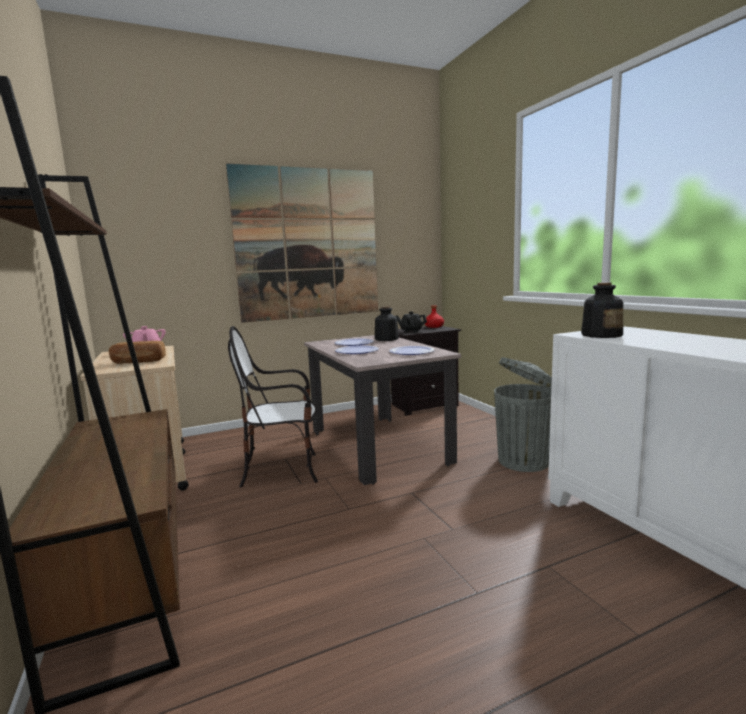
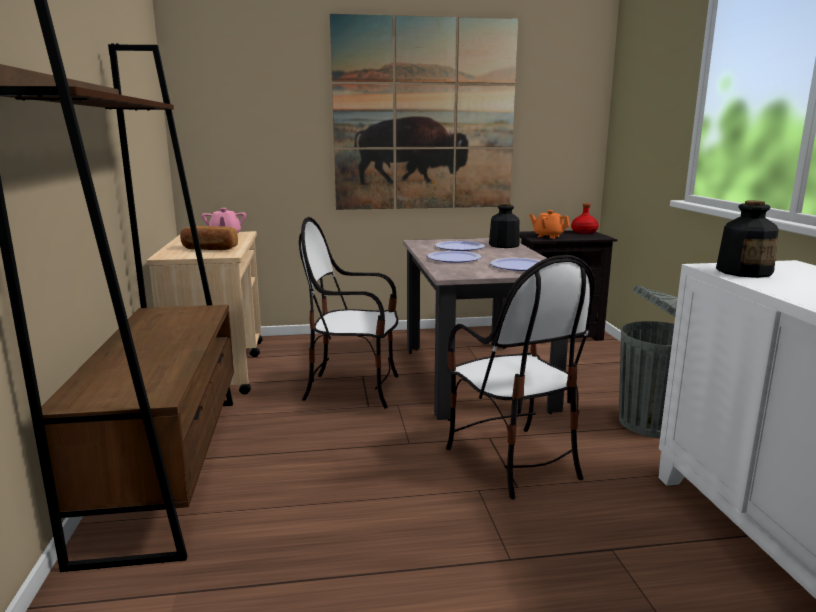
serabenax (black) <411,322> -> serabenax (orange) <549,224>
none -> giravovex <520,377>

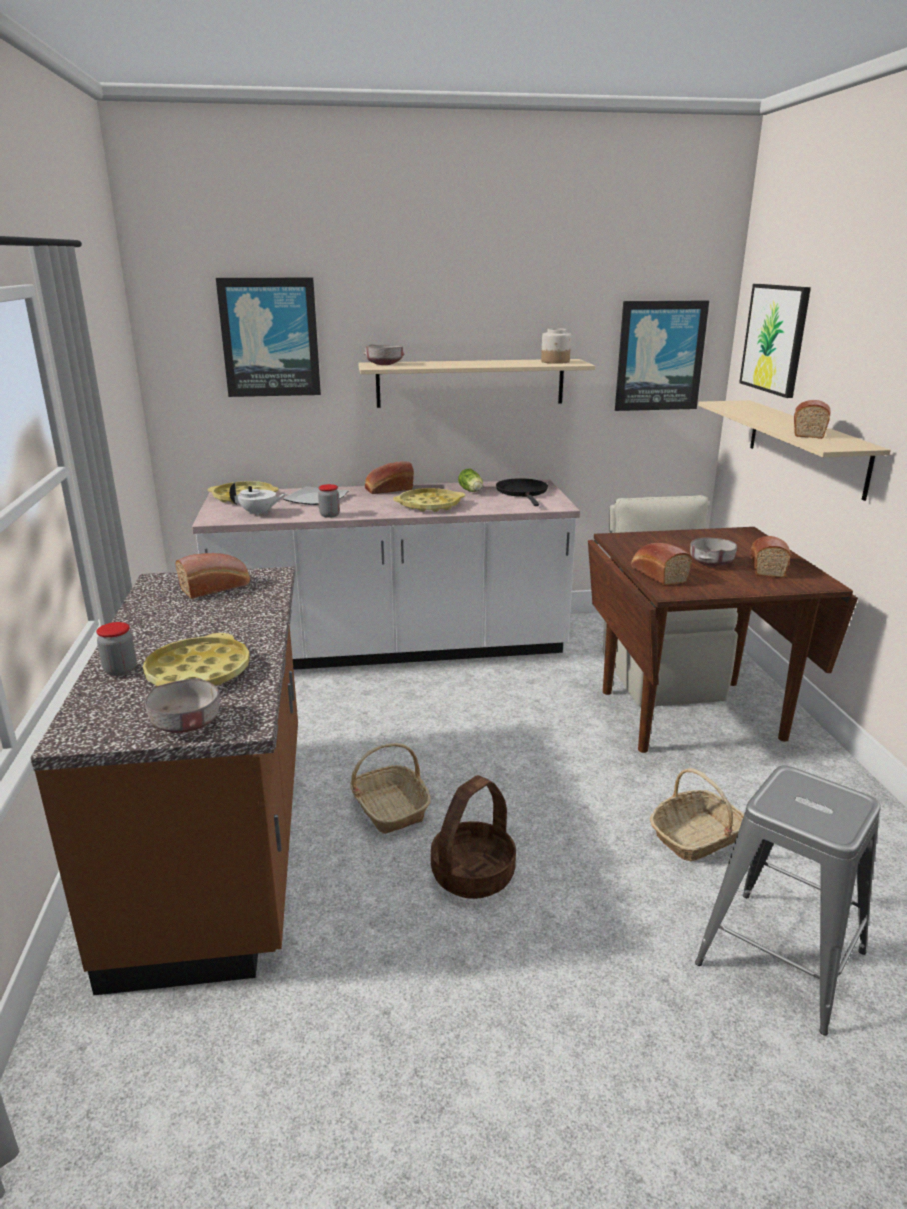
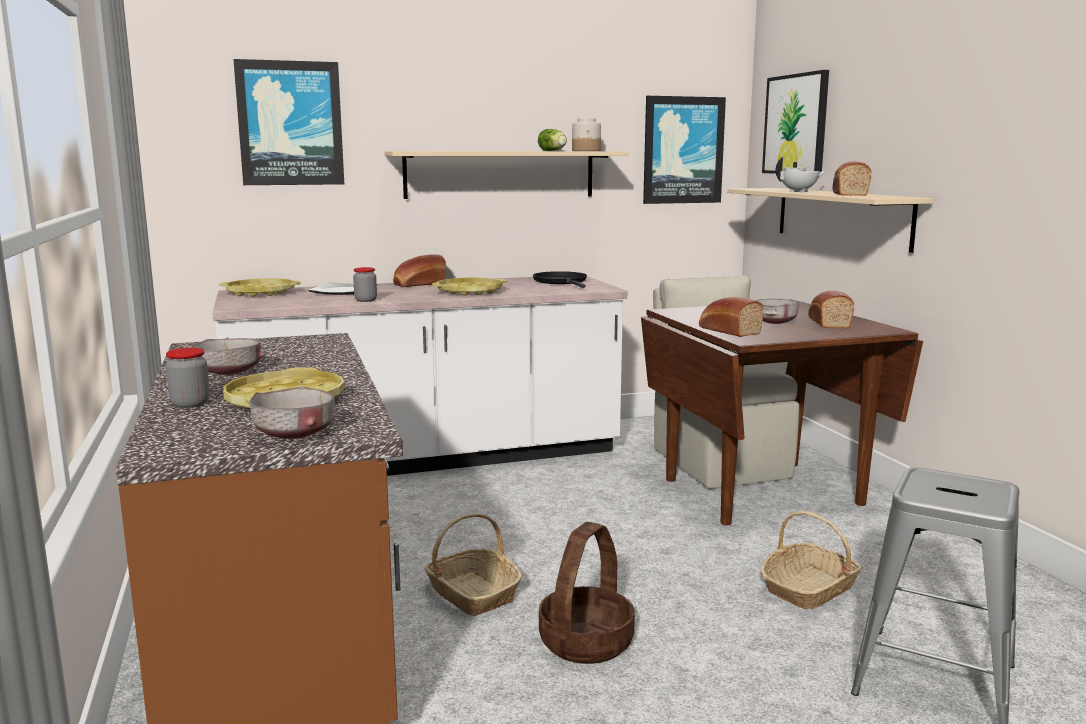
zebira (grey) <384,354> -> zebira (grey) <228,356>, relocated
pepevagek <470,480> -> pepevagek <552,140>, relocated
serabenax (white) <257,499> -> serabenax (white) <800,174>, relocated
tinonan <212,576> -> none

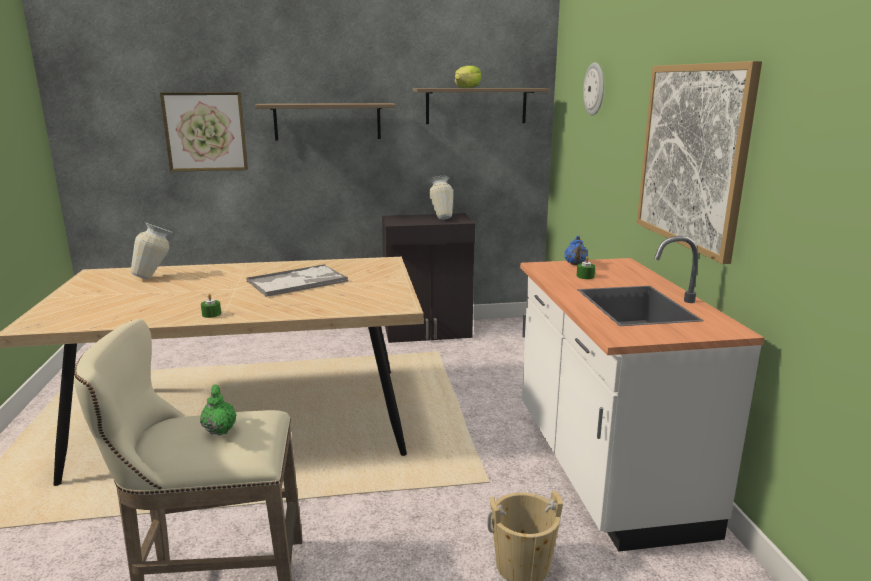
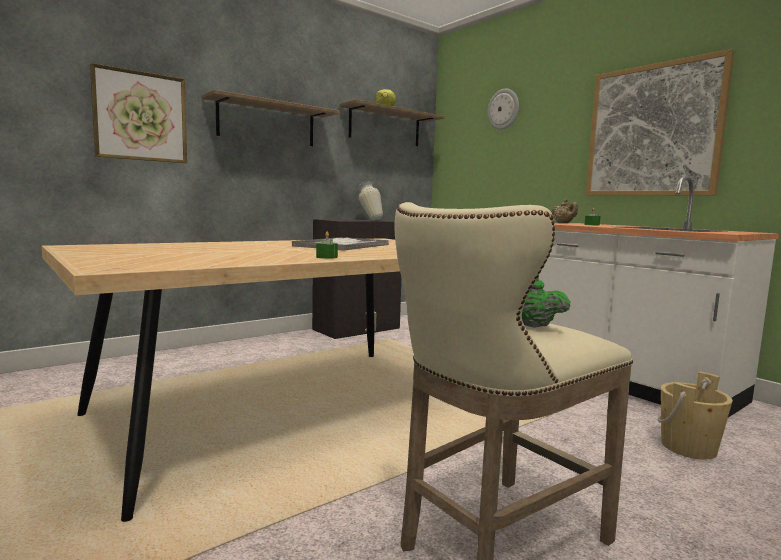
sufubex <152,251> -> none
serabenax (blue) <576,250> -> serabenax (beige) <564,211>

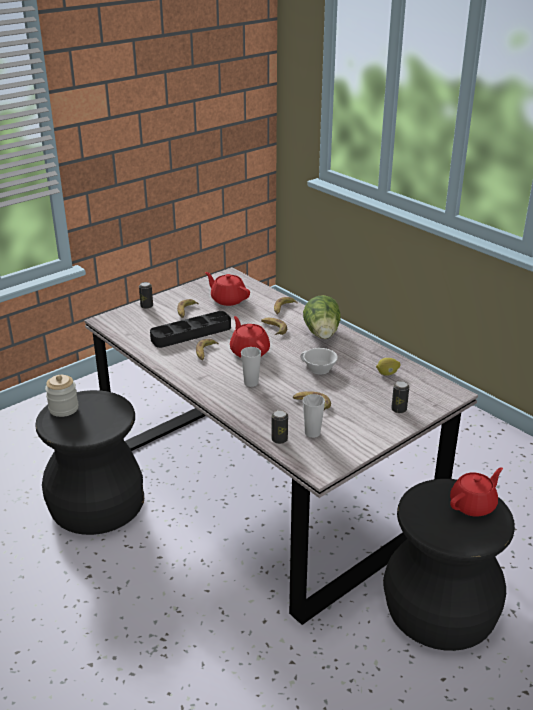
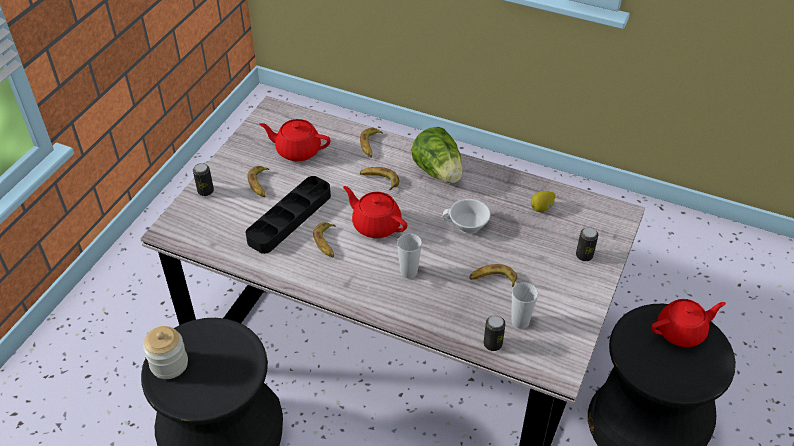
serabenax (red) <476,492> -> serabenax (red) <688,323>, 45 degrees clockwise

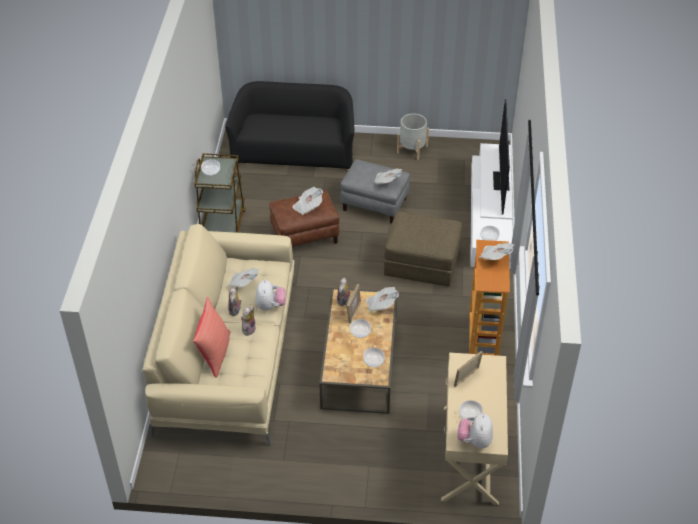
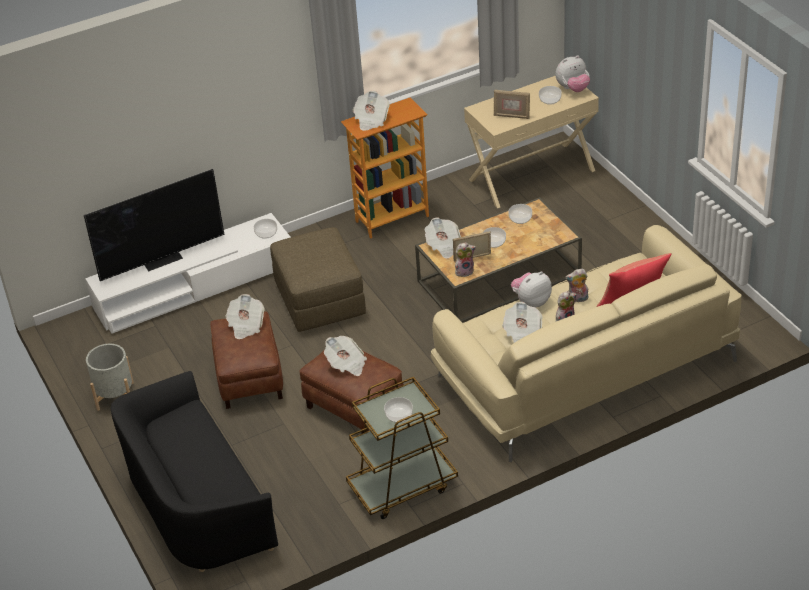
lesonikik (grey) <375,191> -> lesonikik (brown) <246,360>

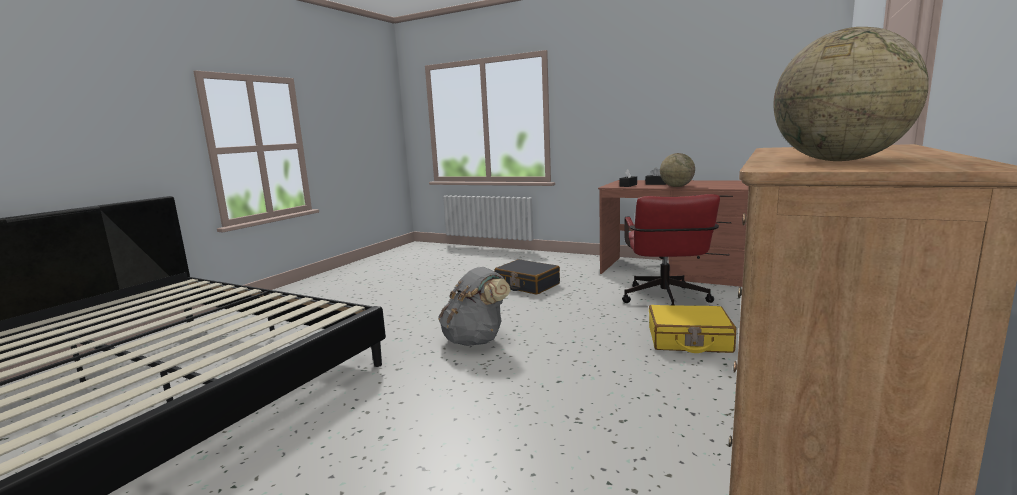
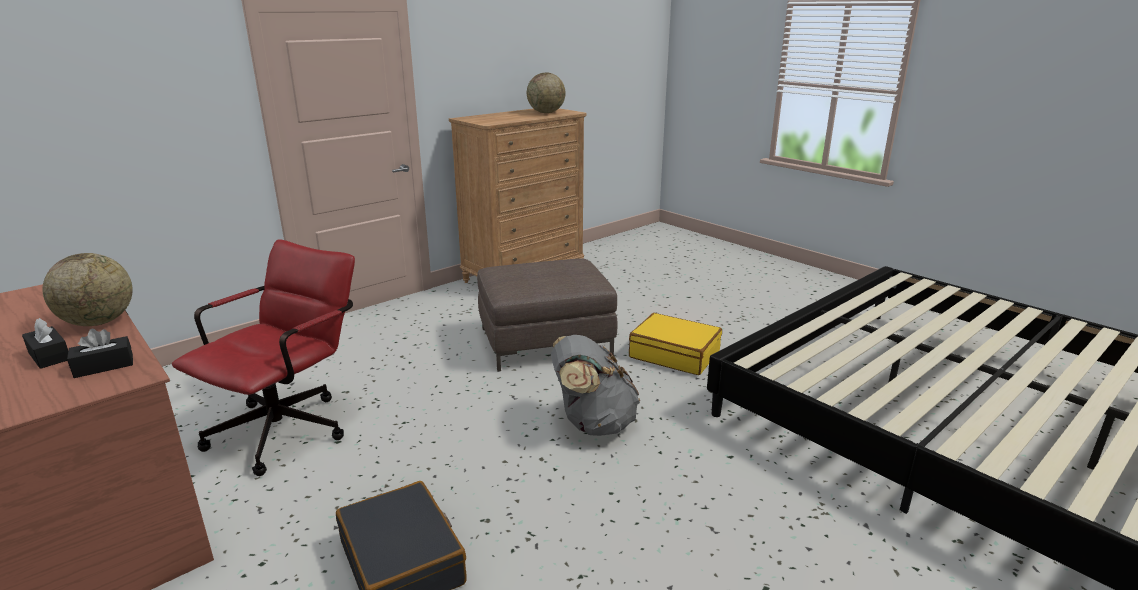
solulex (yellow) <692,329> -> solulex (yellow) <675,344>, relocated
none -> lesonikik (brown) <547,315>

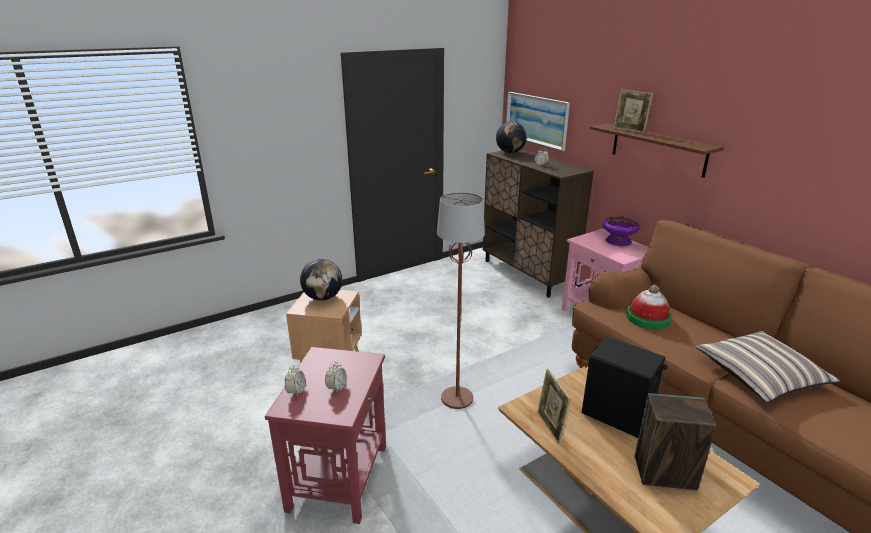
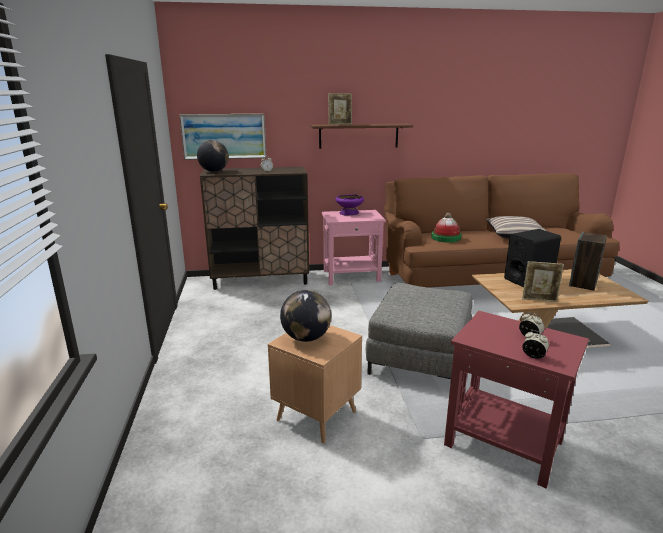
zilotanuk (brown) <461,300> -> lesonikik (grey) <419,331>

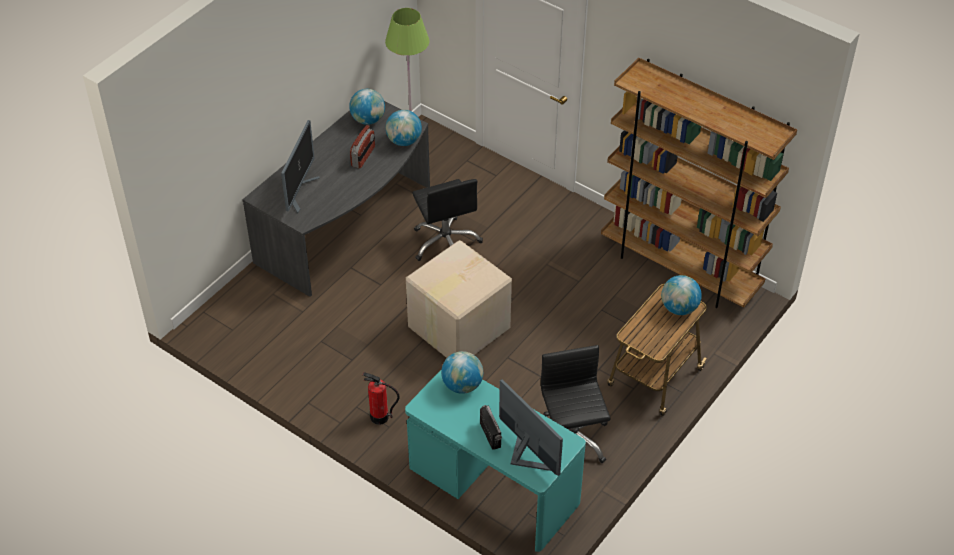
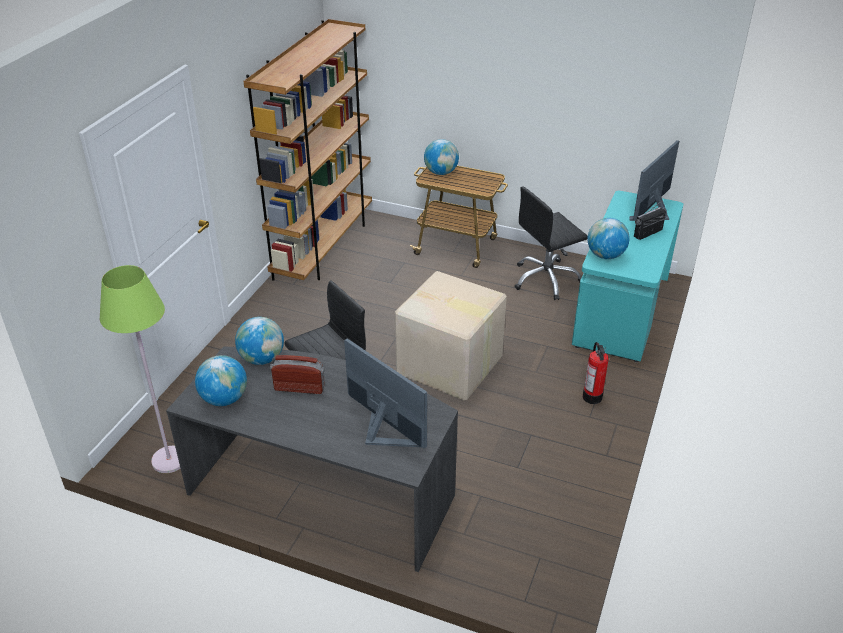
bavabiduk <300,167> -> bavabiduk <385,393>, 45 degrees clockwise

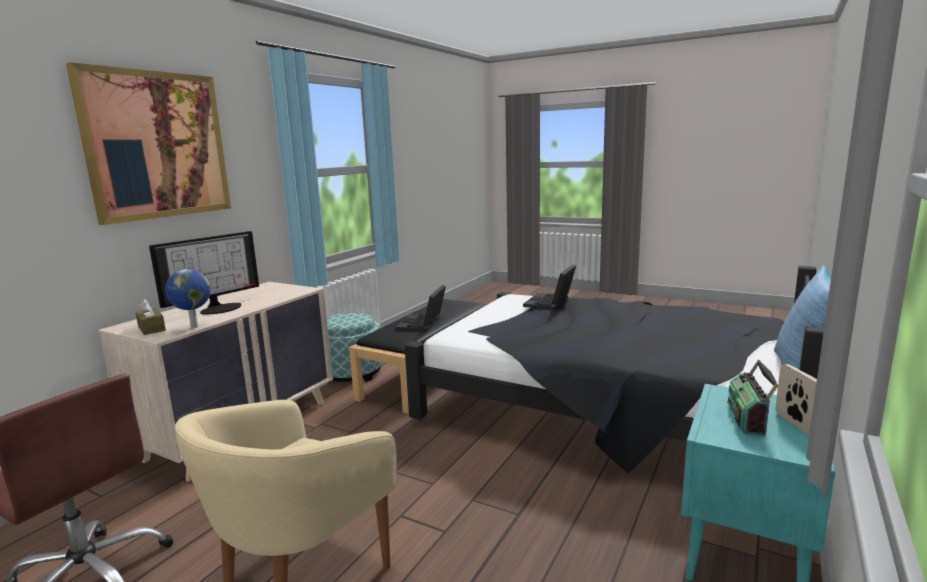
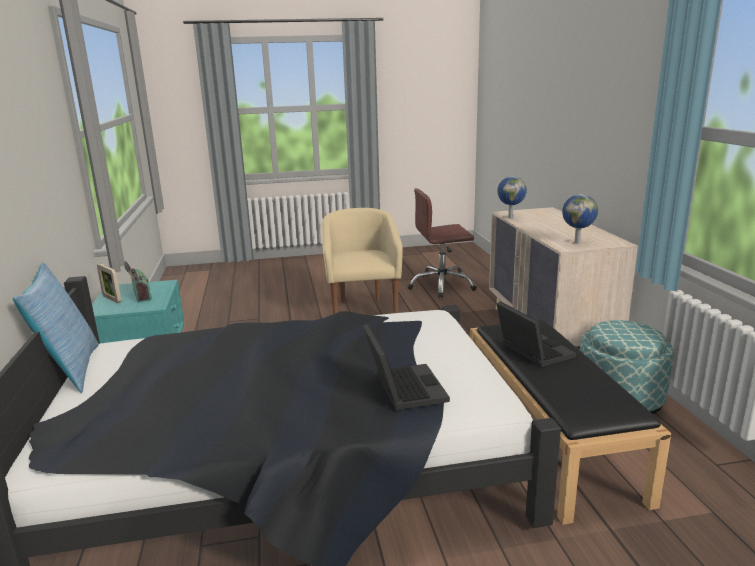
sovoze <148,143> -> none
bavabiduk <204,272> -> none
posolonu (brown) <150,317> -> none
none -> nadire <580,219>

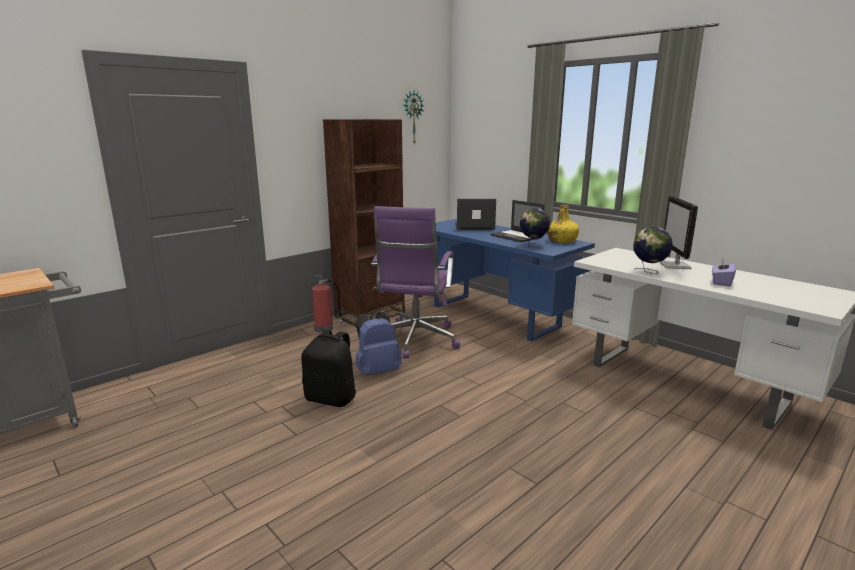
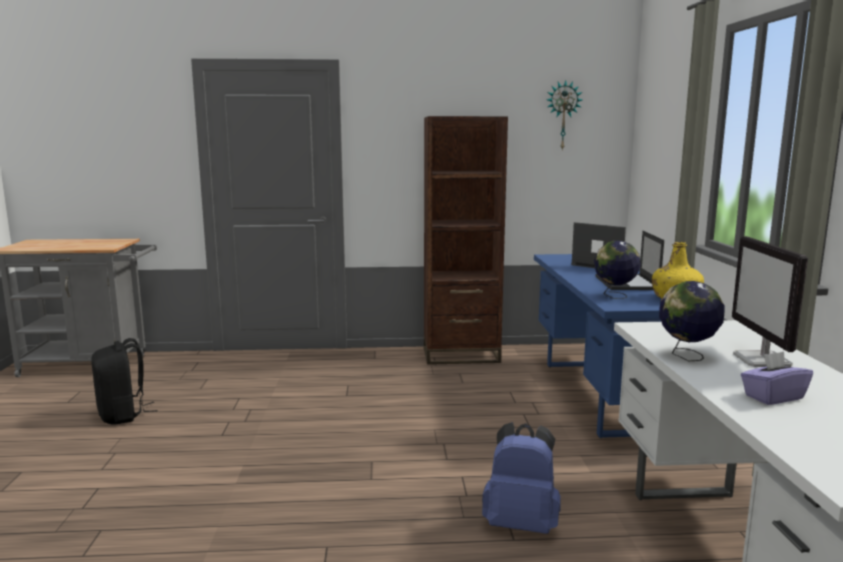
bavabiduk <679,232> -> bavabiduk <770,301>, 45 degrees counterclockwise
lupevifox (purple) <415,282> -> none
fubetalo <325,303> -> none
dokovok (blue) <379,343> -> dokovok (blue) <521,478>, relocated
dokovok (black) <328,368> -> dokovok (black) <124,381>, relocated

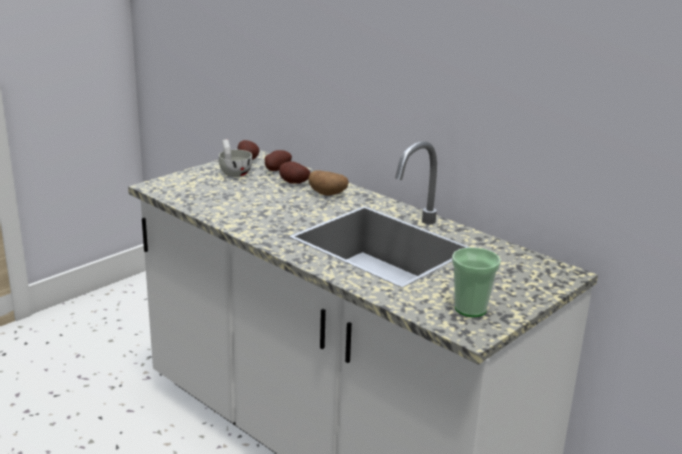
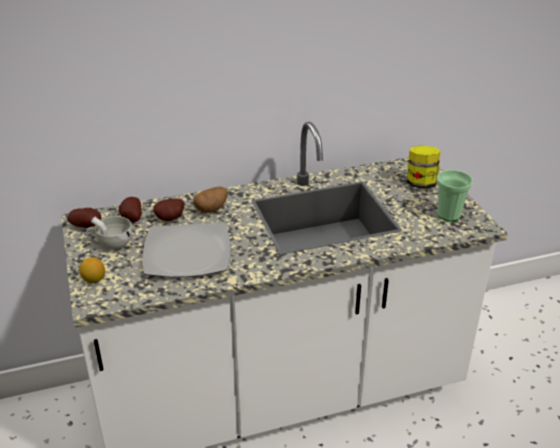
none -> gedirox <424,167>
none -> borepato <186,250>
none -> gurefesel <92,270>

